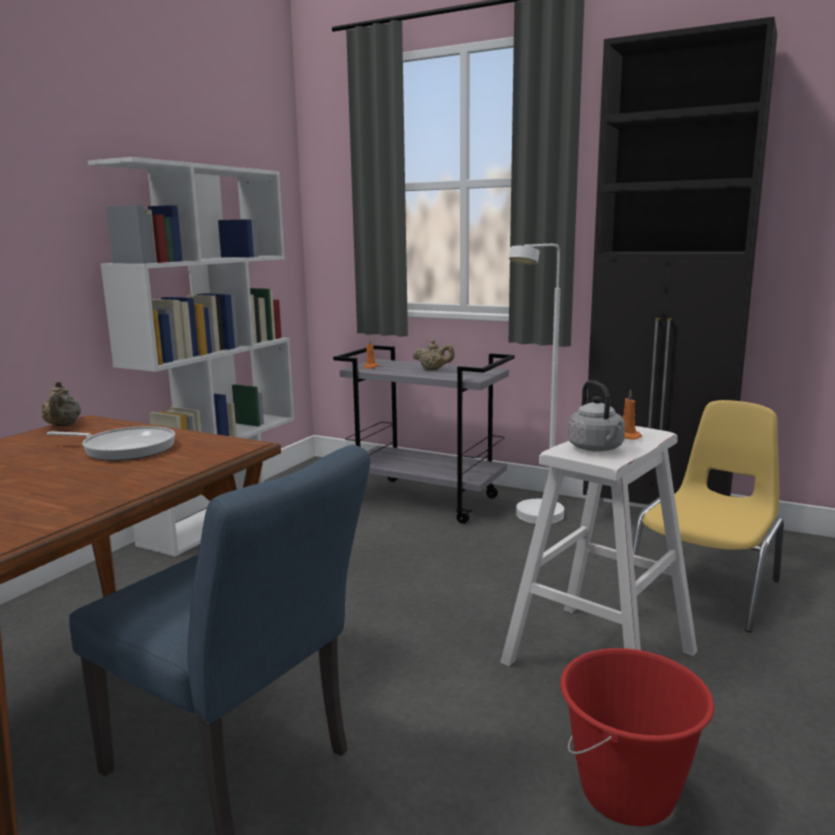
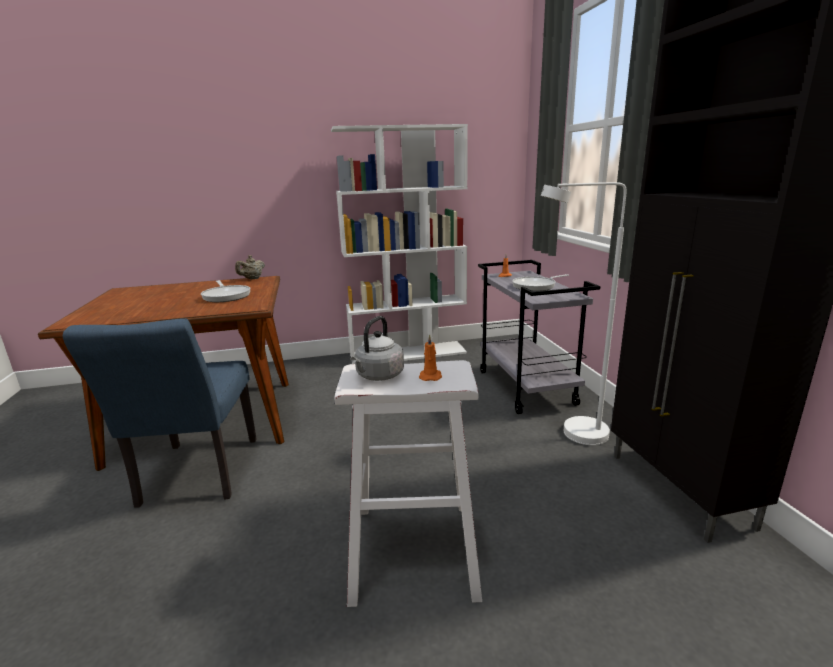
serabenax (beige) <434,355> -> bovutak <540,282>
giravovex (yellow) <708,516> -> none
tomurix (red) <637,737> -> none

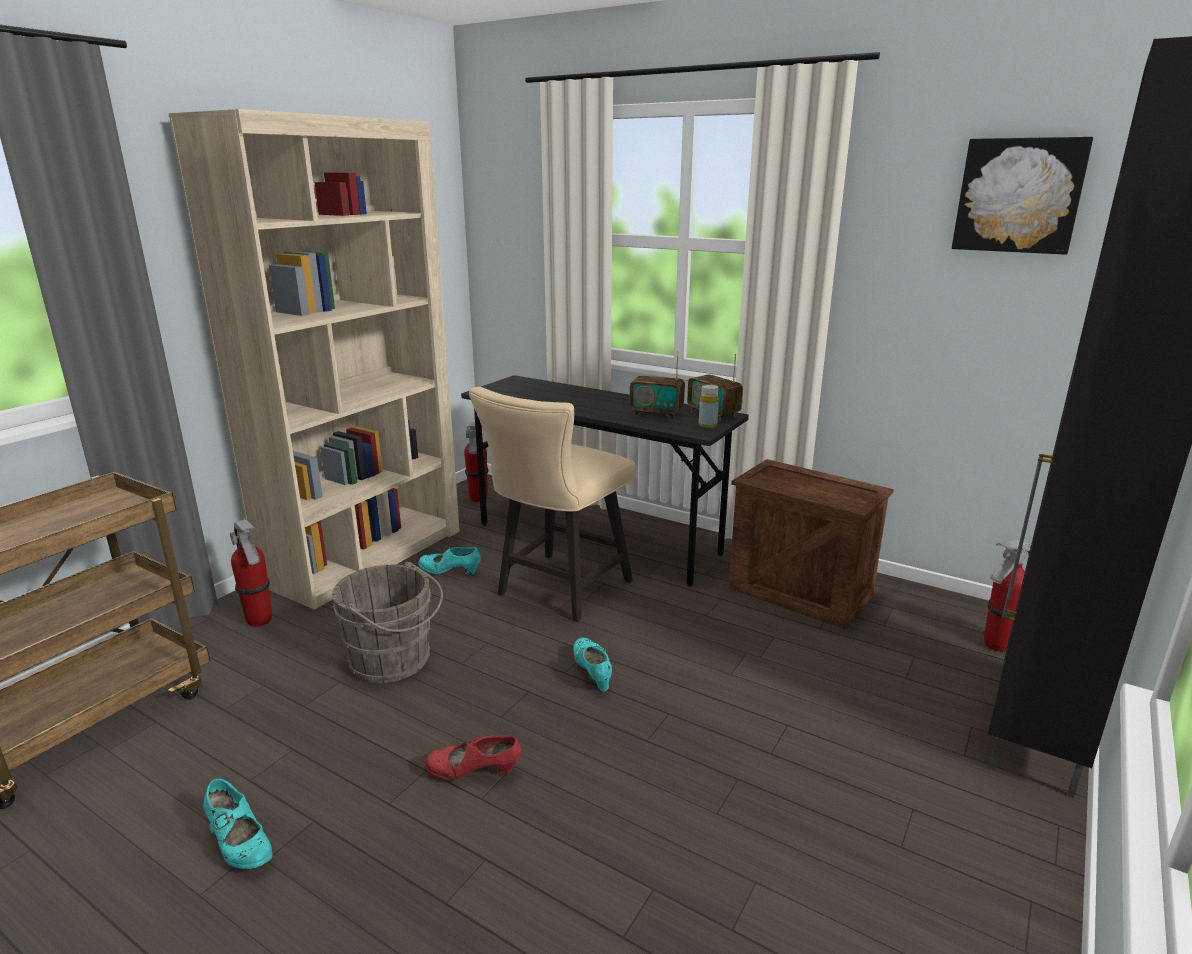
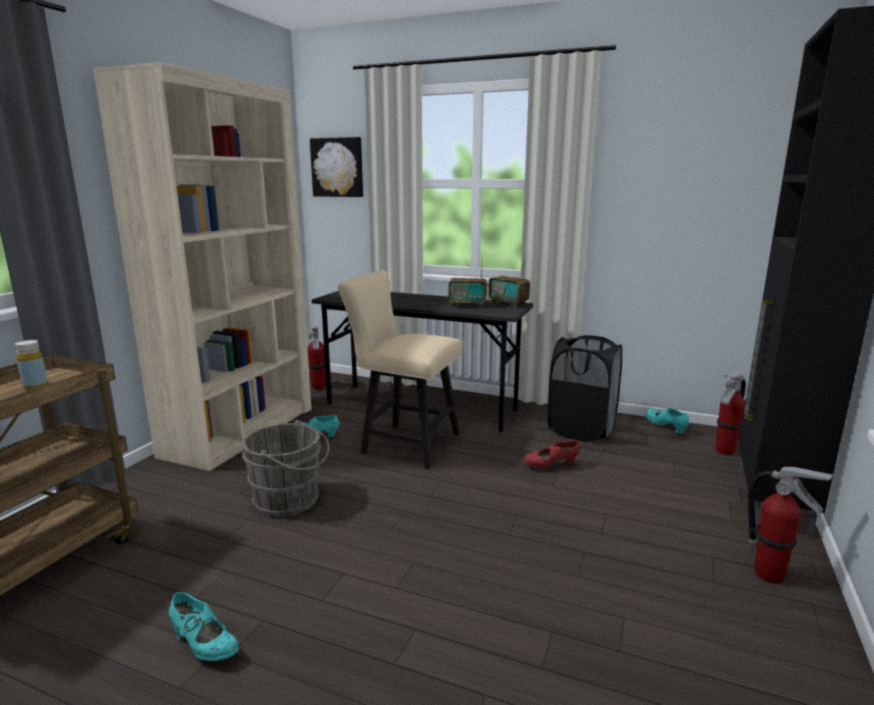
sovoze <1022,196> -> sovoze <336,167>, relocated
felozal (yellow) <709,406> -> felozal (yellow) <31,364>, relocated
giravovex (beige) <552,504> -> giravovex (beige) <400,369>, 90 degrees clockwise
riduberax <811,544> -> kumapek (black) <585,388>
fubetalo <251,573> -> fubetalo <791,525>, relocated
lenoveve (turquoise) <592,665> -> lenoveve (turquoise) <667,421>, relocated
lenoveve (red) <473,757> -> lenoveve (red) <552,454>, relocated

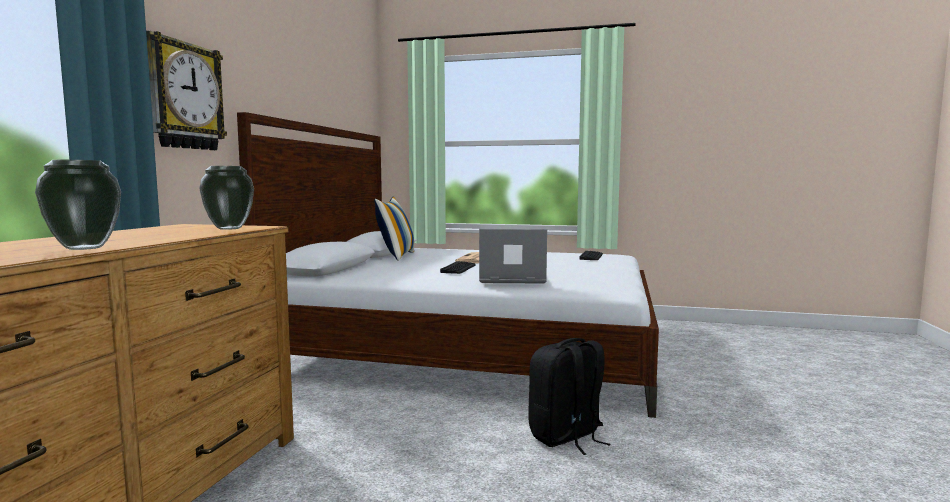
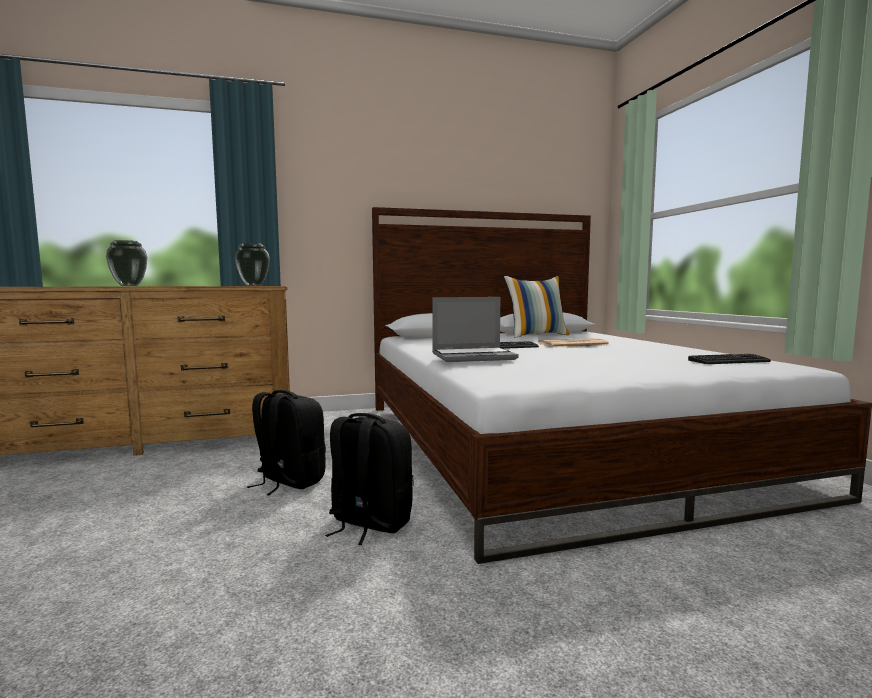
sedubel <186,90> -> none
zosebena <513,256> -> zosebena <475,329>, 105 degrees clockwise
none -> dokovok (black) <286,442>

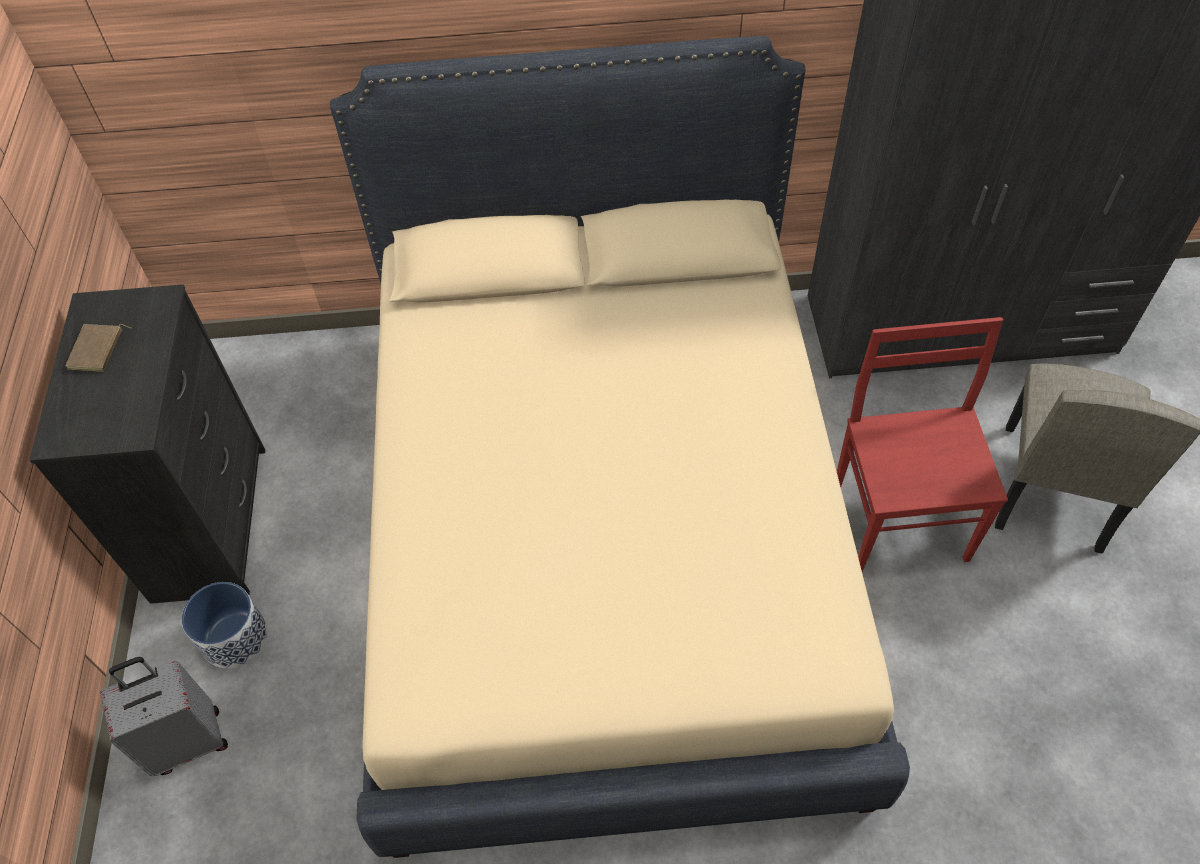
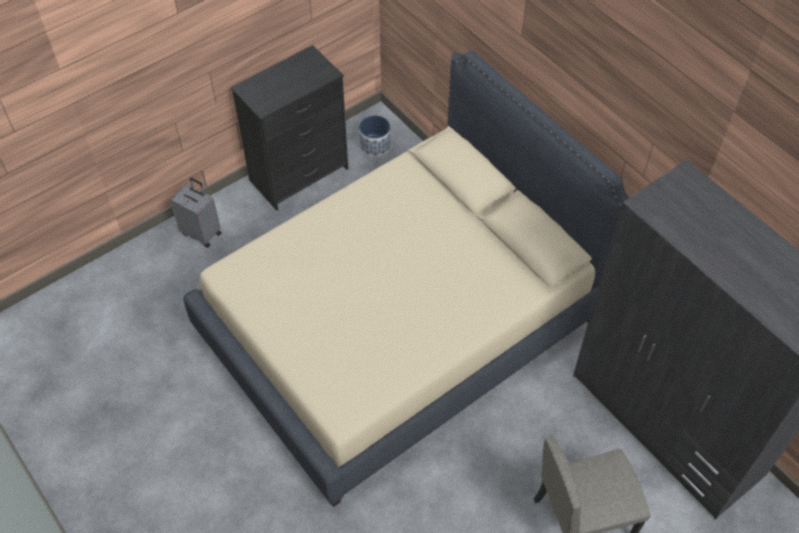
giravovex (red) <922,444> -> none
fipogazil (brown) <99,348> -> none
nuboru <225,625> -> nuboru <375,136>, relocated

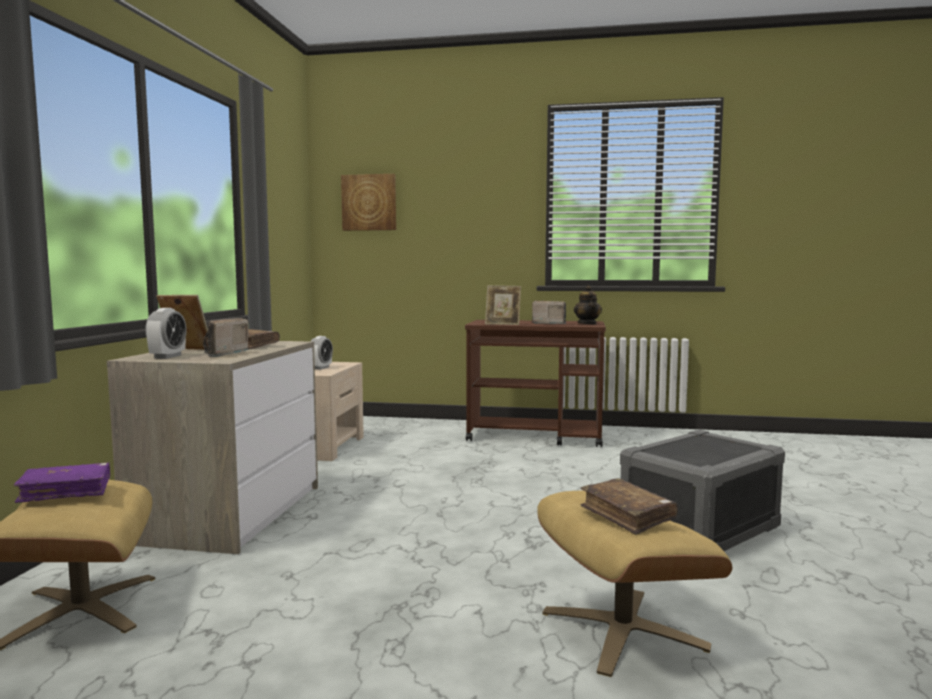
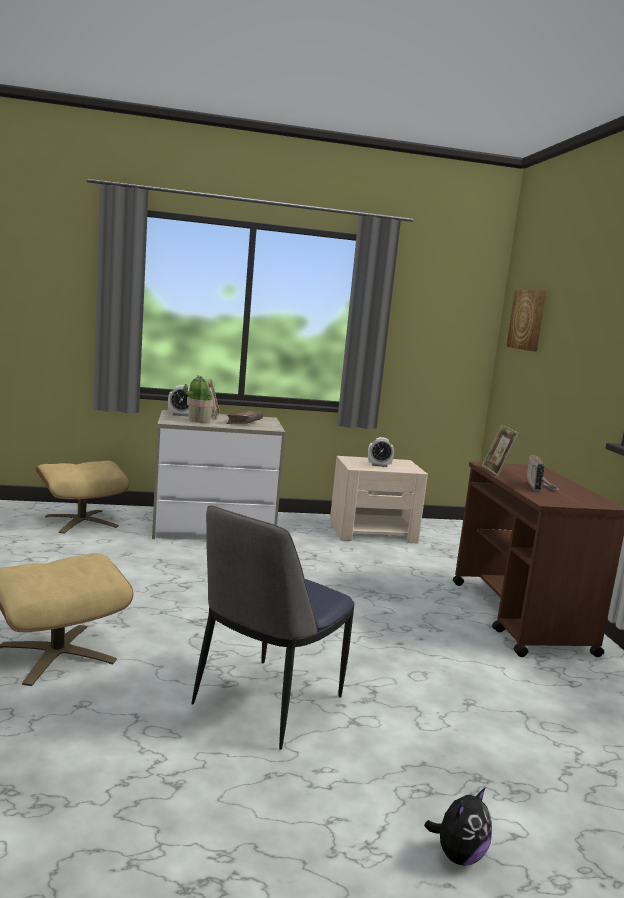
serabenax <588,304> -> none
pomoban <226,337> -> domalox <199,399>
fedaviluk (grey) <702,490> -> giravovex <273,627>
fipogazil (purple) <62,482> -> none
fipogazil (brown) <629,506> -> none
none -> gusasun <458,826>

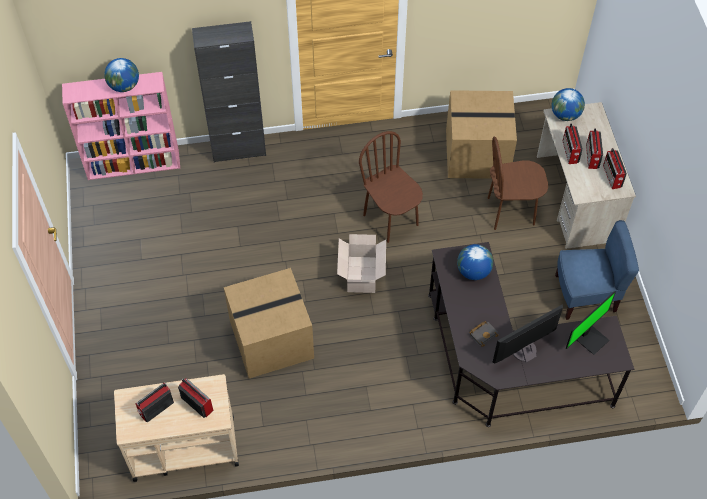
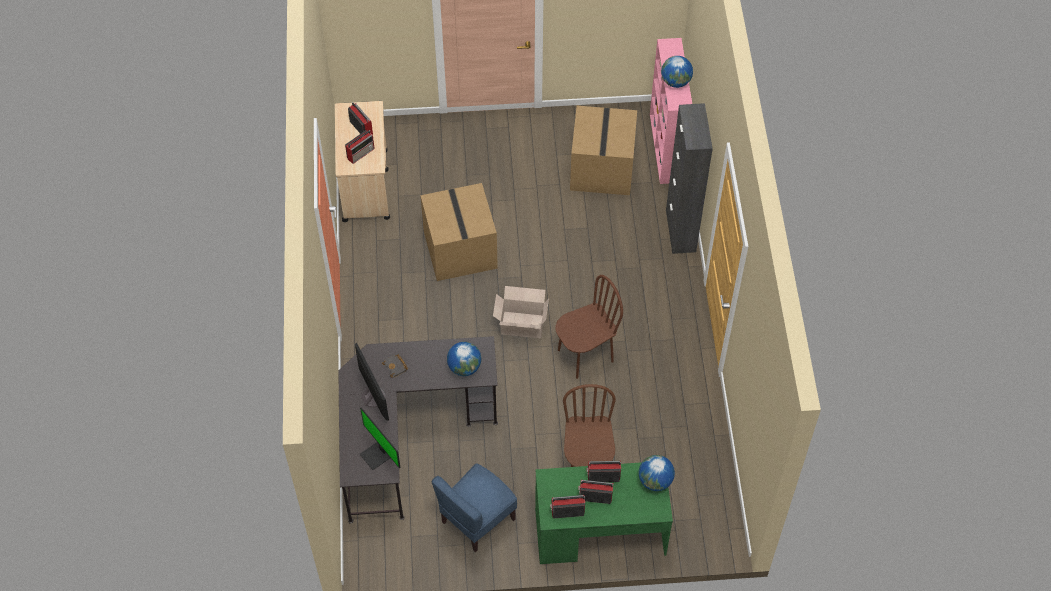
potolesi <481,134> -> potolesi <603,150>, relocated
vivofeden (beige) <586,175> -> vivofeden (green) <604,513>
giravovex (blue) <597,270> -> giravovex (blue) <474,508>, 45 degrees clockwise

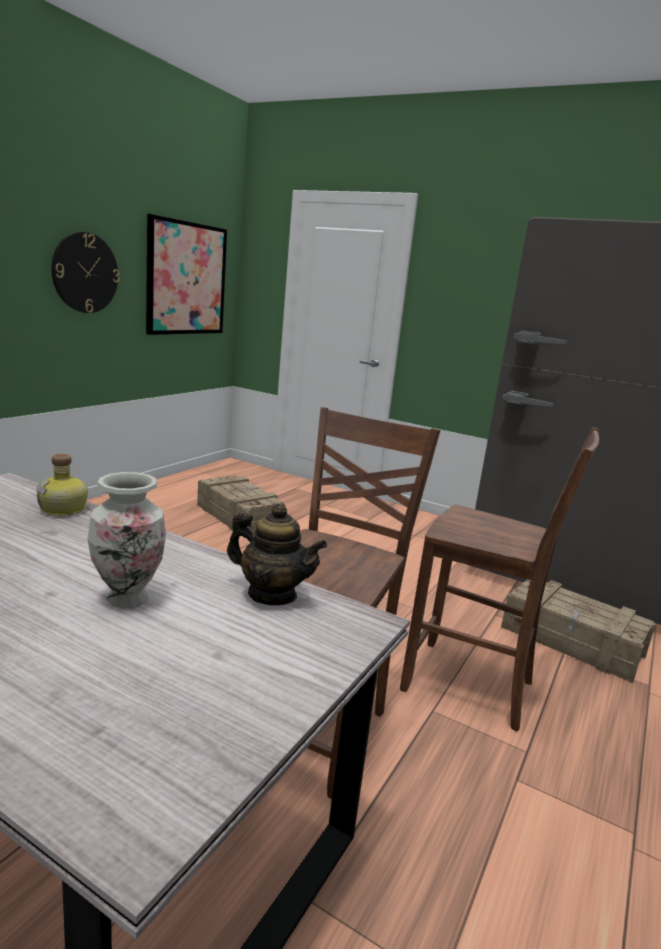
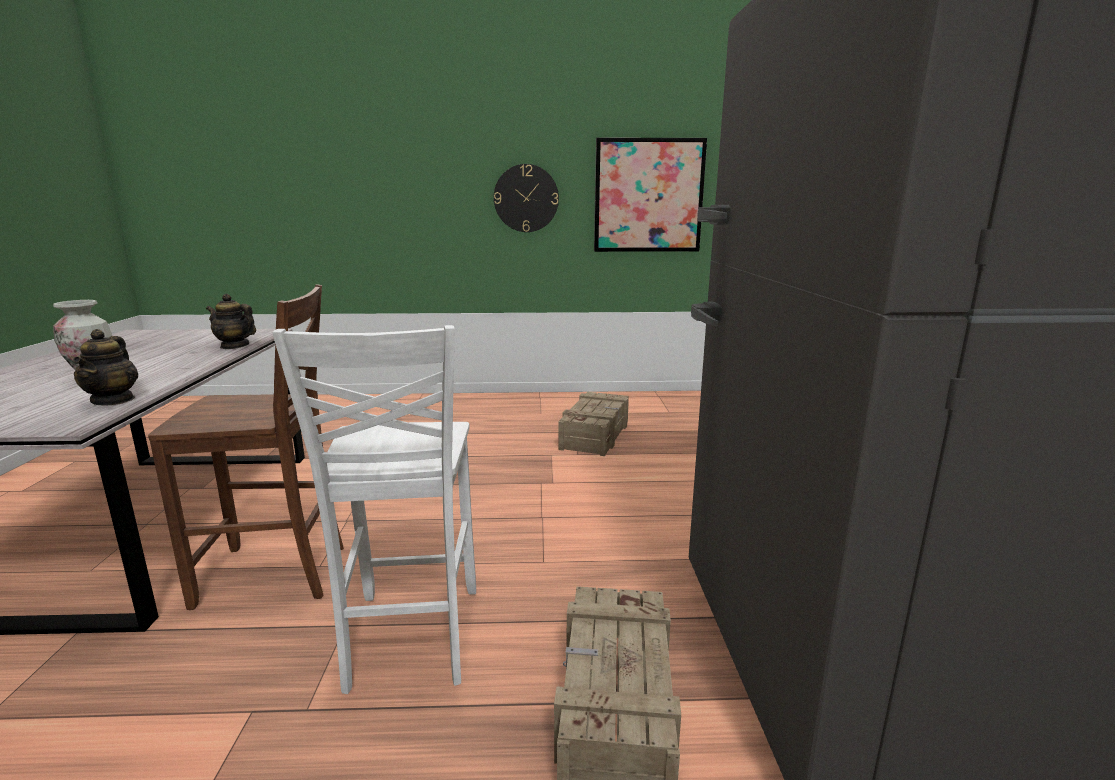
giravovex (brown) <499,579> -> giravovex (white) <374,509>
felozal <62,485> -> serabenax <231,321>

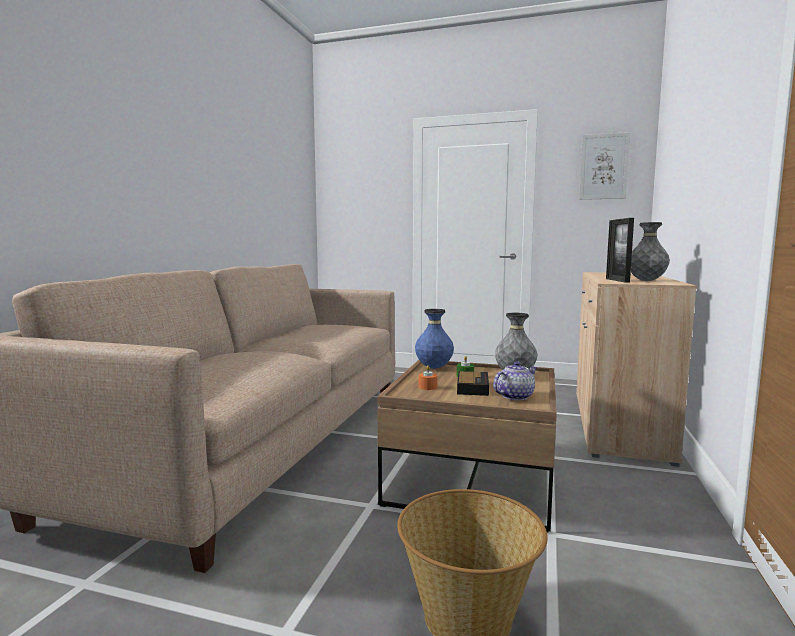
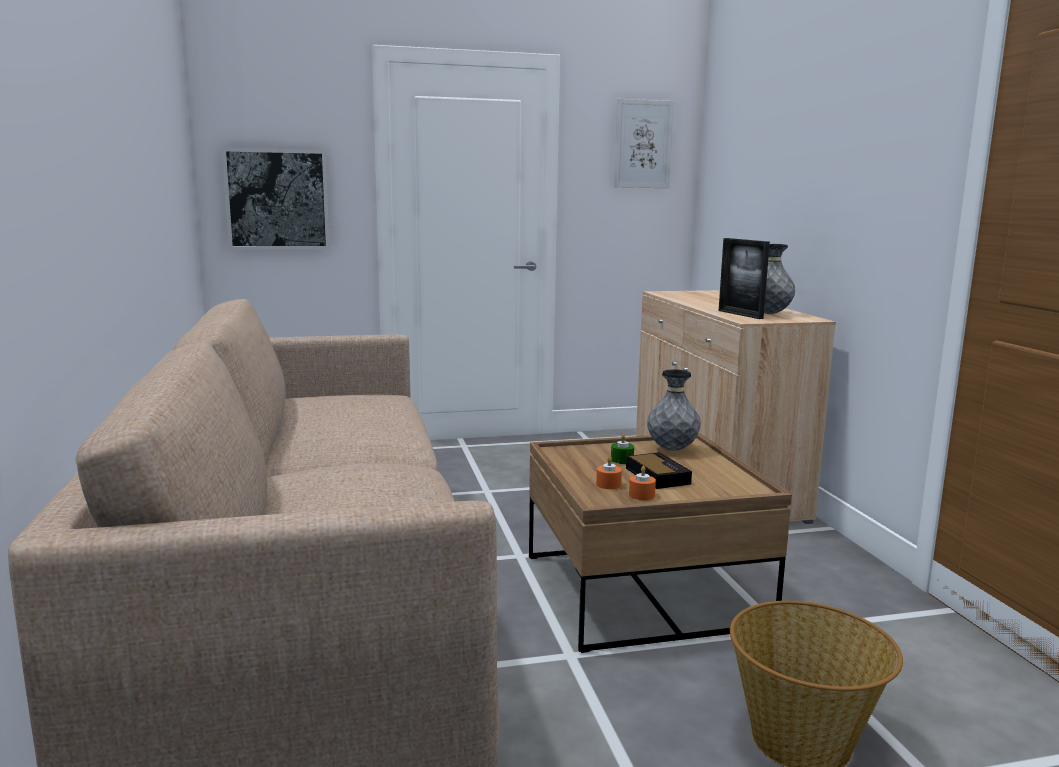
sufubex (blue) <434,339> -> none
serabenax <515,380> -> none
none -> sovoze <276,198>
none -> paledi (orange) <642,483>

